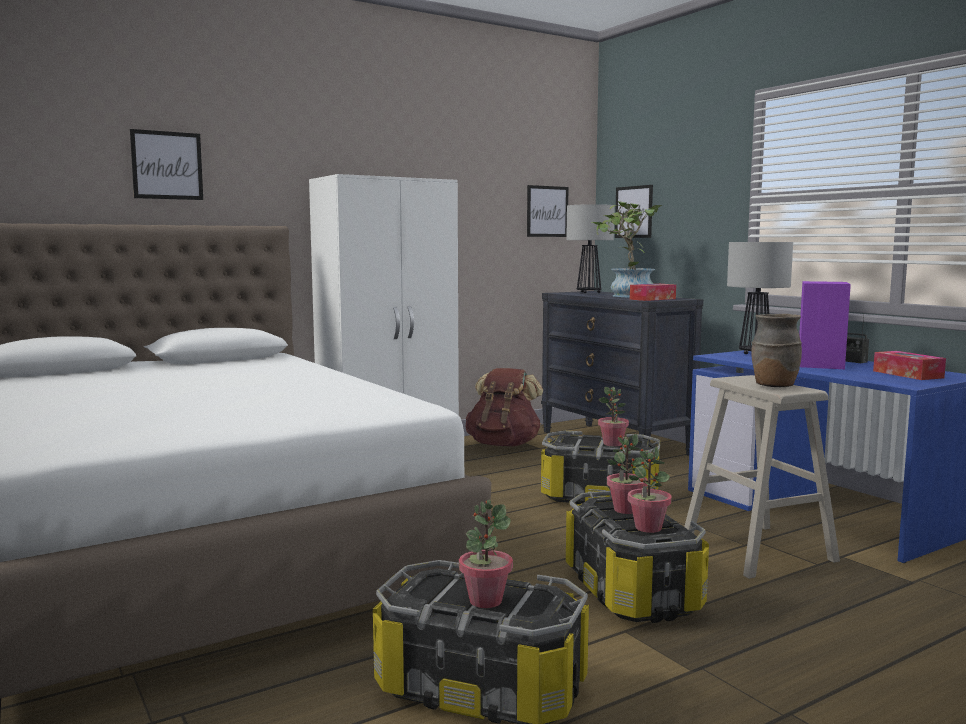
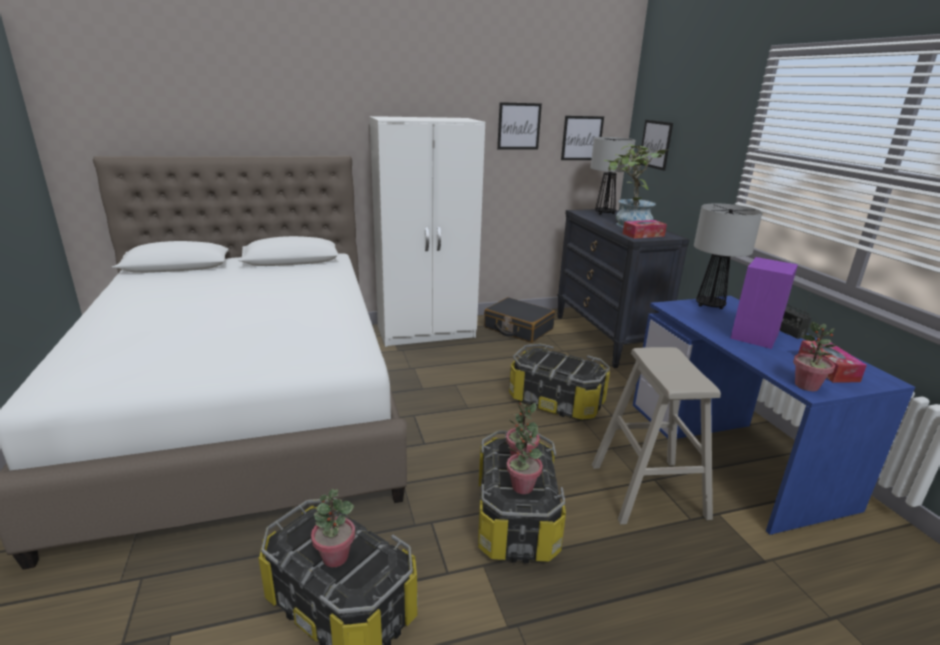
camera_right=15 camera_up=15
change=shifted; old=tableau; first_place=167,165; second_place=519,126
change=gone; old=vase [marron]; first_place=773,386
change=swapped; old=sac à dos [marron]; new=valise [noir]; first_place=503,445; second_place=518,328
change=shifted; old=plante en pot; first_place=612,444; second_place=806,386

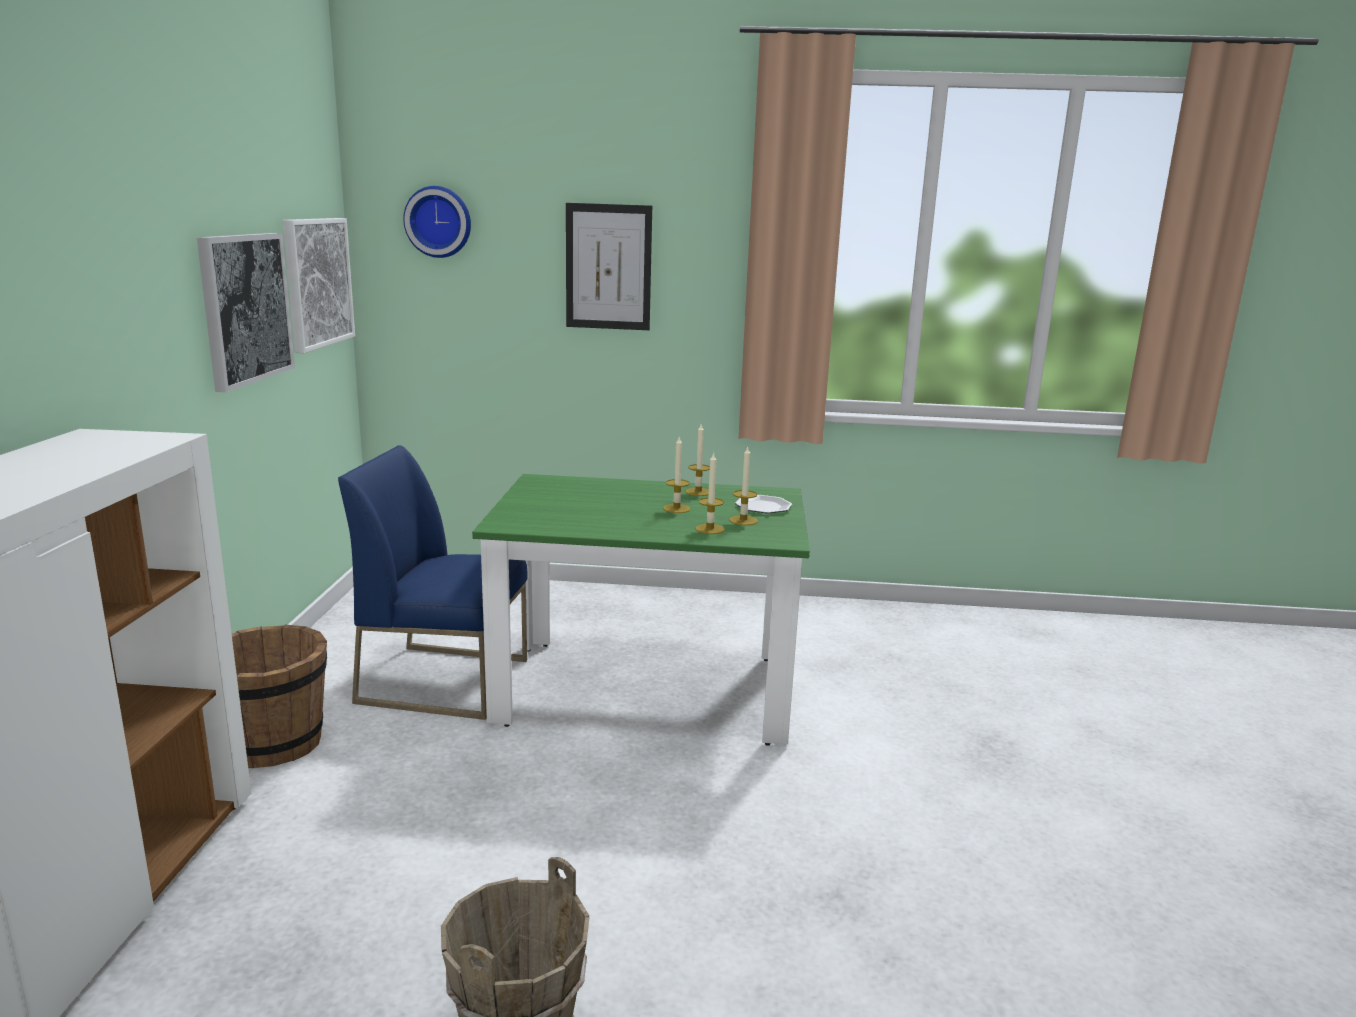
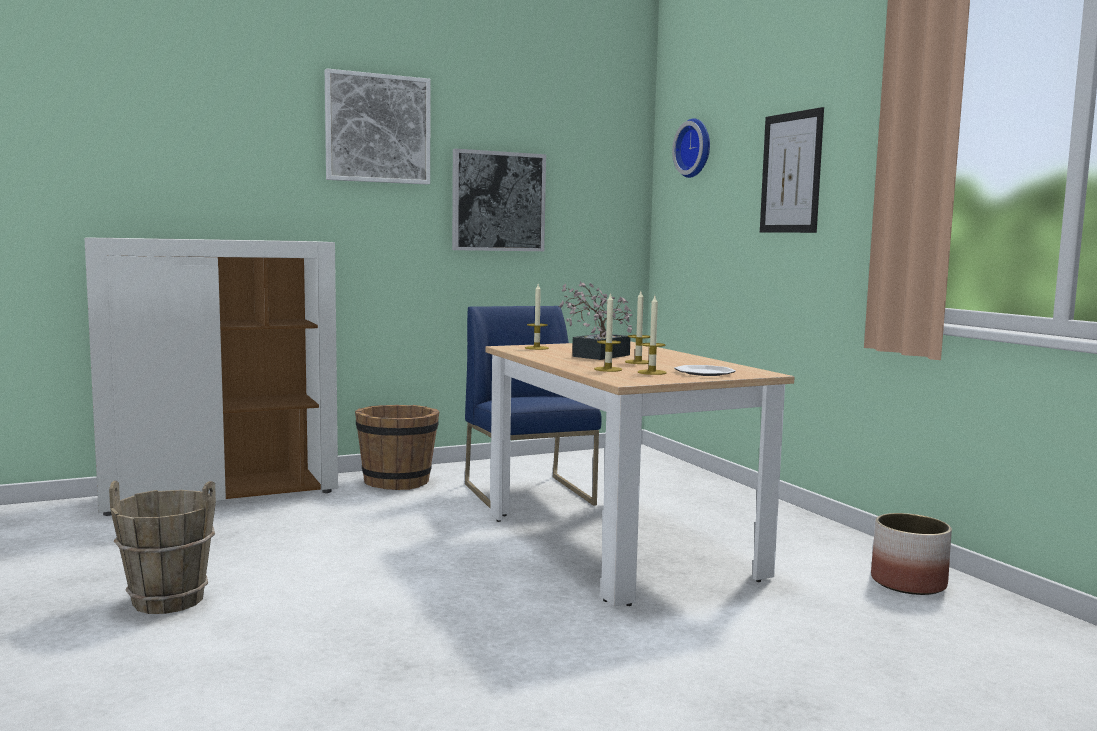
camera_right=60 camera_up=-10
change=shifted; old=tableau; first_place=317,282; second_place=377,128
change=shifted; old=bougie; first_place=698,492; second_place=536,348
change=repainted; old=table à manger [vert]; new=table à manger [beige]; first_place=646,690; second_place=619,545
change=new; new=plante en pot; second_place=596,356
change=new; new=cache-pot; second_place=909,583

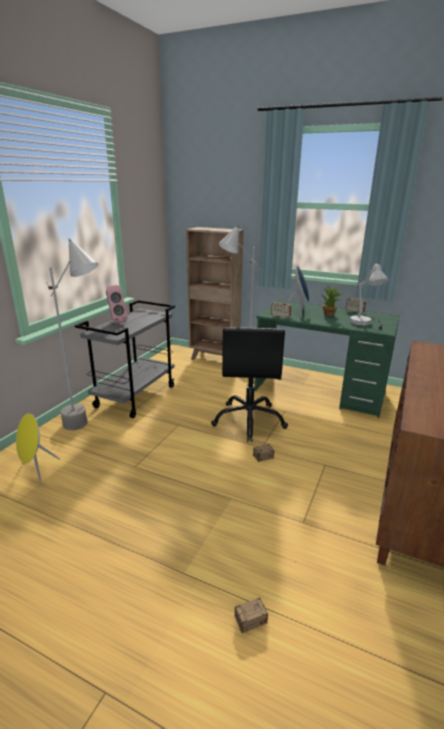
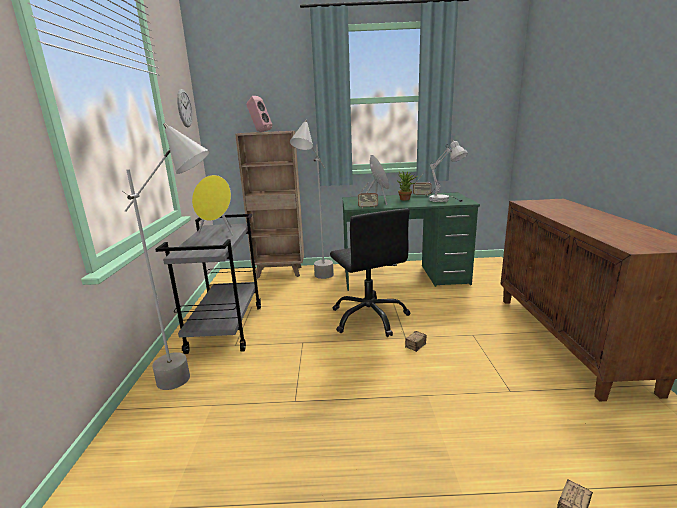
camera_right=-25 camera_up=-5
change=shifted; old=enceinte [rose]; first_place=116,321; second_place=260,132
change=shifted; old=enceinte [jaune]; first_place=36,469; second_place=218,233
change=new; new=horloge murale; second_place=184,108

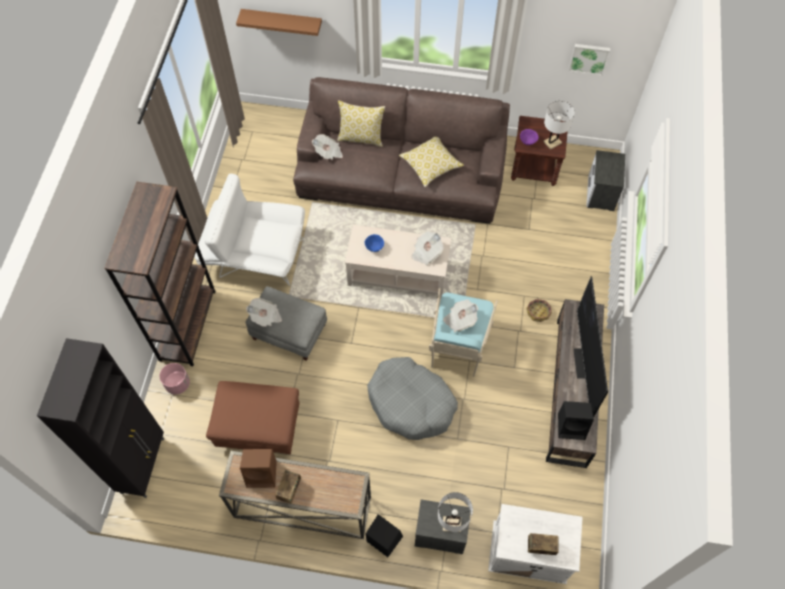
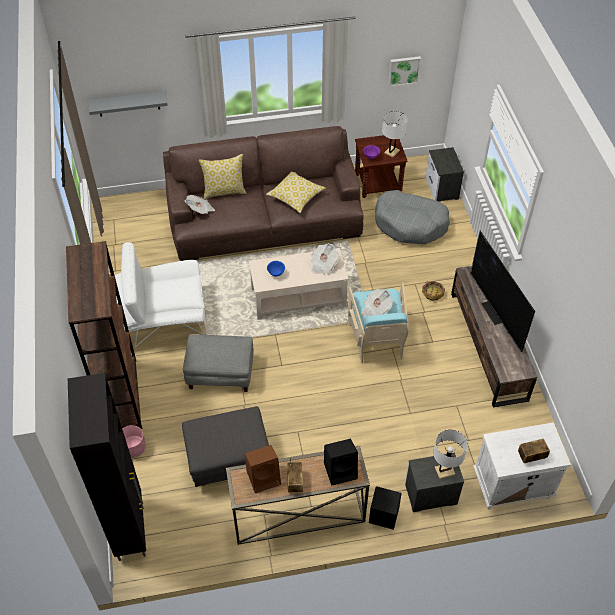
camera_right=-20 camera_up=-10
change=repainted; old=étagère [marron]; new=étagère [gris]; first_place=282,22; second_place=128,104
change=gone; old=journal; first_place=265,316
change=shifted; old=panier pour chien [gris]; first_place=411,403; second_place=410,224
change=repainted; old=pouf [marron]; new=pouf [gris]; first_place=260,428; second_place=229,461
change=shifted; old=enceinte [noir]; first_place=572,426; second_place=341,470

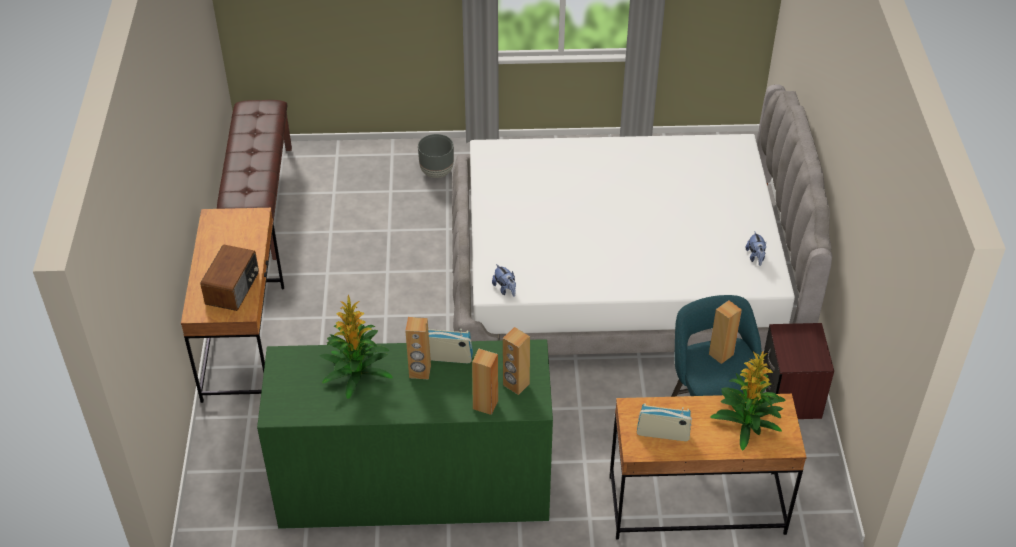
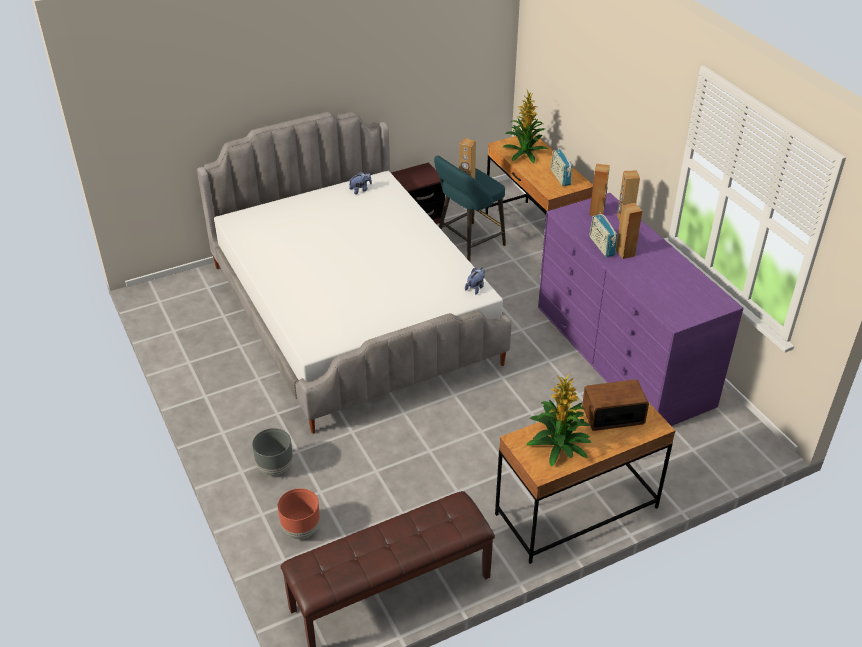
camera_right=-115 camera_up=-5
change=shifted; old=plante en pot; first_place=355,372; second_place=558,445
change=repainted; old=commode [vert]; new=commode [violet]; first_place=414,484; second_place=622,355
change=new; new=cache-pot [marron]; second_place=301,530

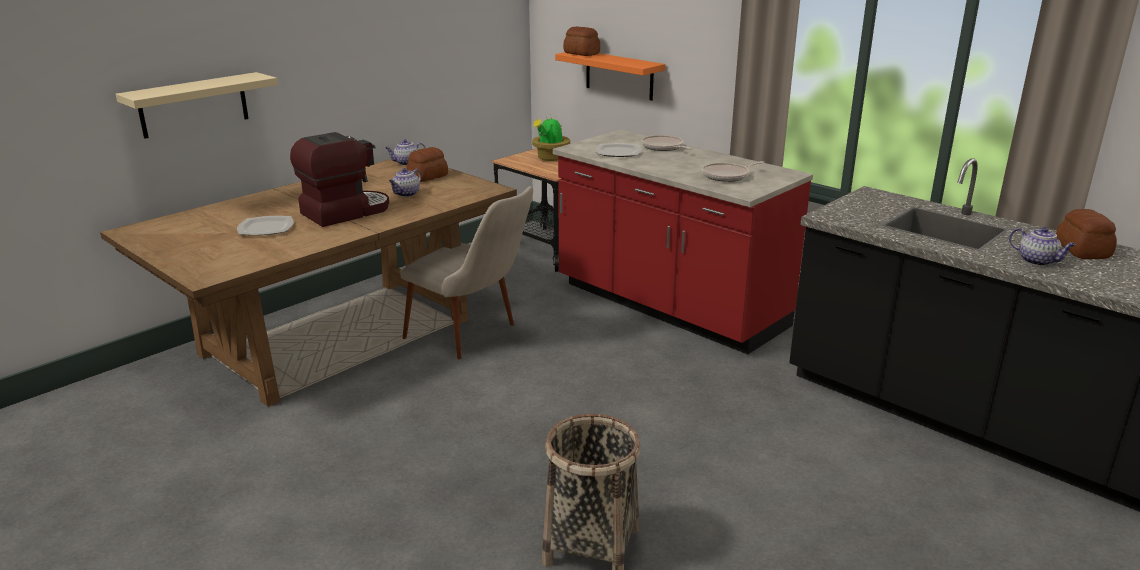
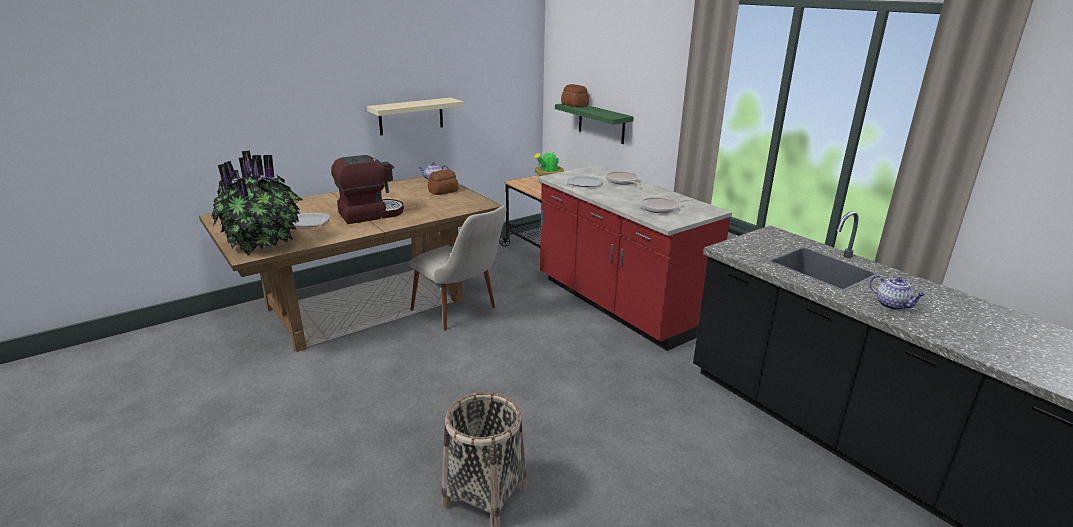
camera_right=10 camera_up=0
change=repainted; old=étagère [orange]; new=étagère [vert]; first_place=619,75; second_place=601,123
change=shifted; old=étagère [beige]; first_place=193,105; second_place=411,116
change=gone; old=théière; first_place=406,194
change=gone; old=pain; first_place=1081,251
change=new; new=plante en pot; second_place=264,244

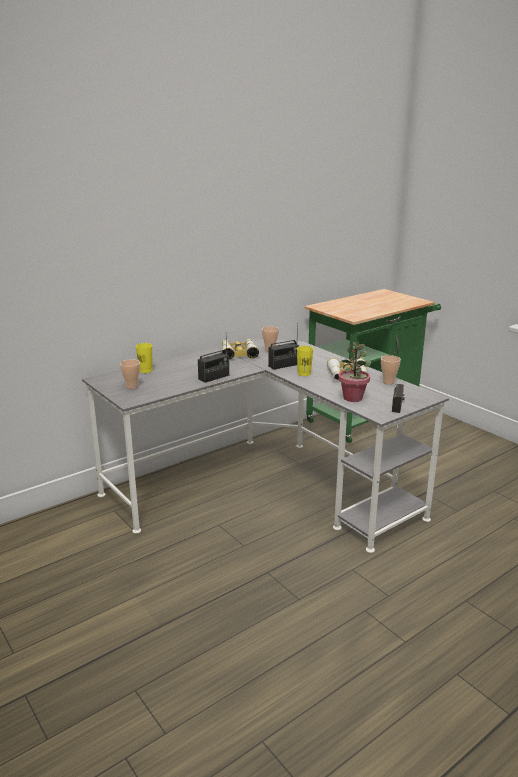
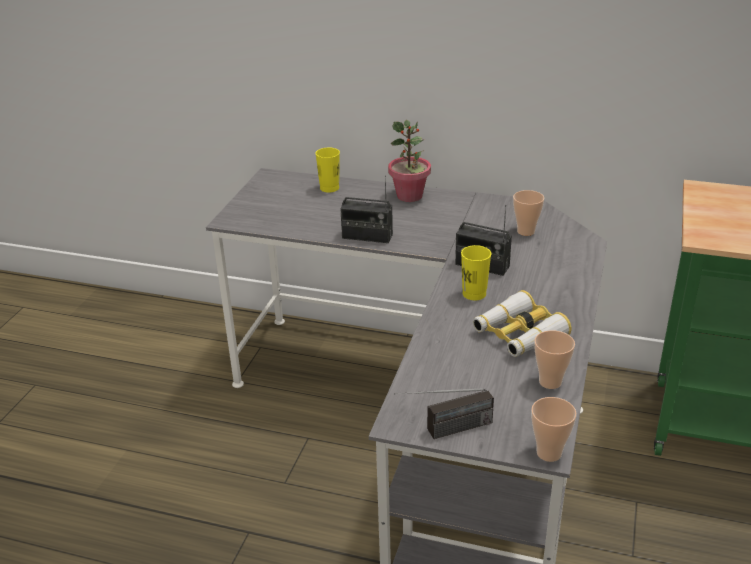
camera_right=55 camera_up=10
change=gone; old=jumelles; first_place=239,353
change=shifted; old=plante en pot; first_place=353,398; second_place=409,196
change=shifted; old=tasse; first_place=131,386; second_place=549,453

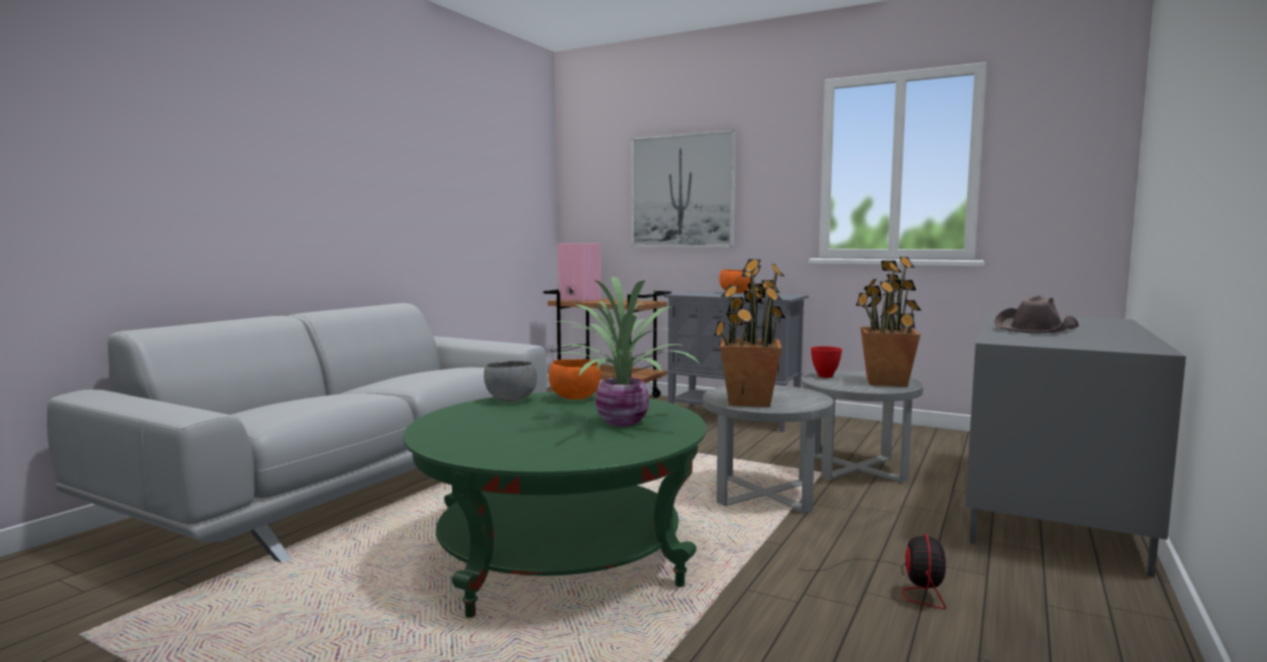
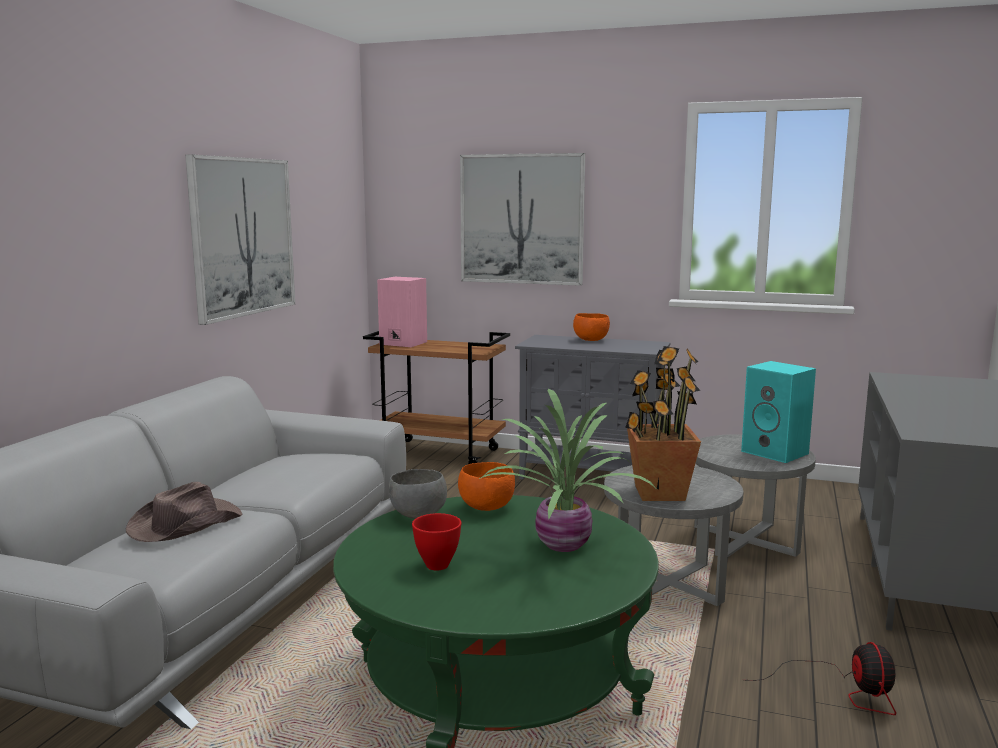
camera_right=-10 camera_up=5
change=swapped; old=plante en pot; new=enceinte [turquoise]; first_place=885,382; second_place=777,452
change=shifted; old=chapeau [marron]; first_place=1035,329; second_place=184,524
change=shifted; old=bol [rouge]; first_place=826,376; second_place=438,565
change=new; new=tableau; second_place=242,237

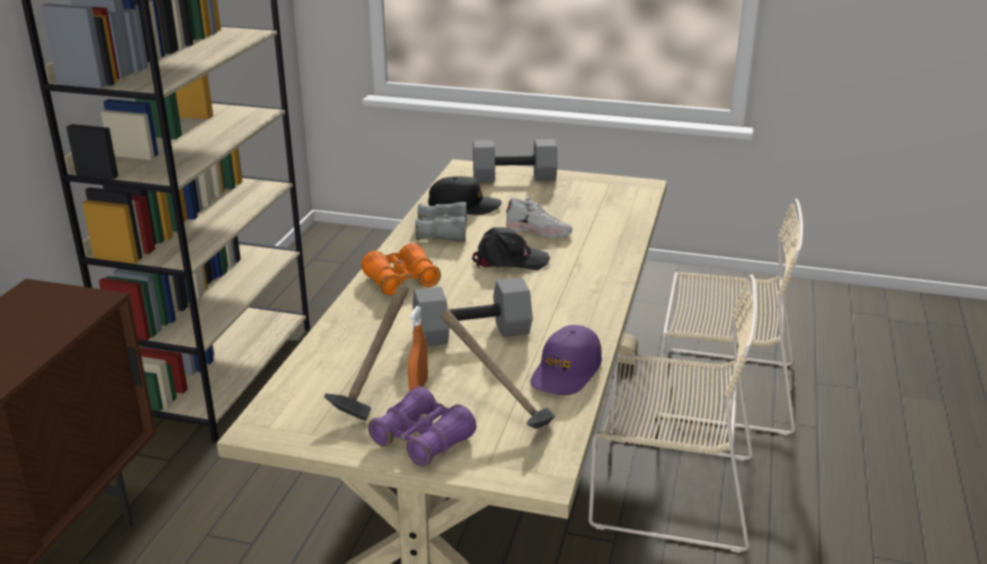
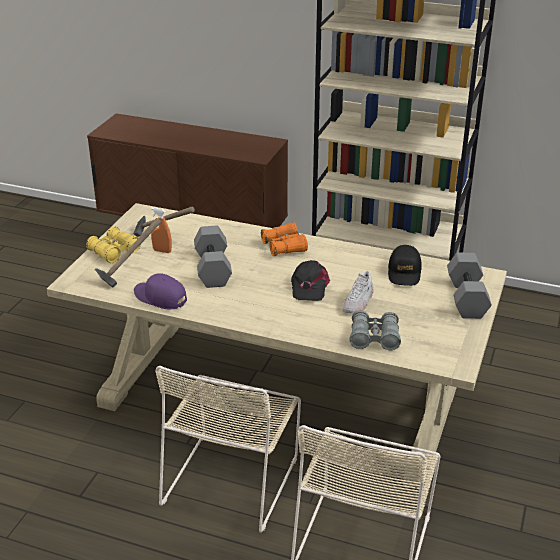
camera_right=95 camera_up=5
change=shifted; old=jumelles [gris]; first_place=442,232; second_place=374,338
change=repainted; old=jumelles [violet]; new=jumelles [jaune]; first_place=422,440; second_place=114,251

